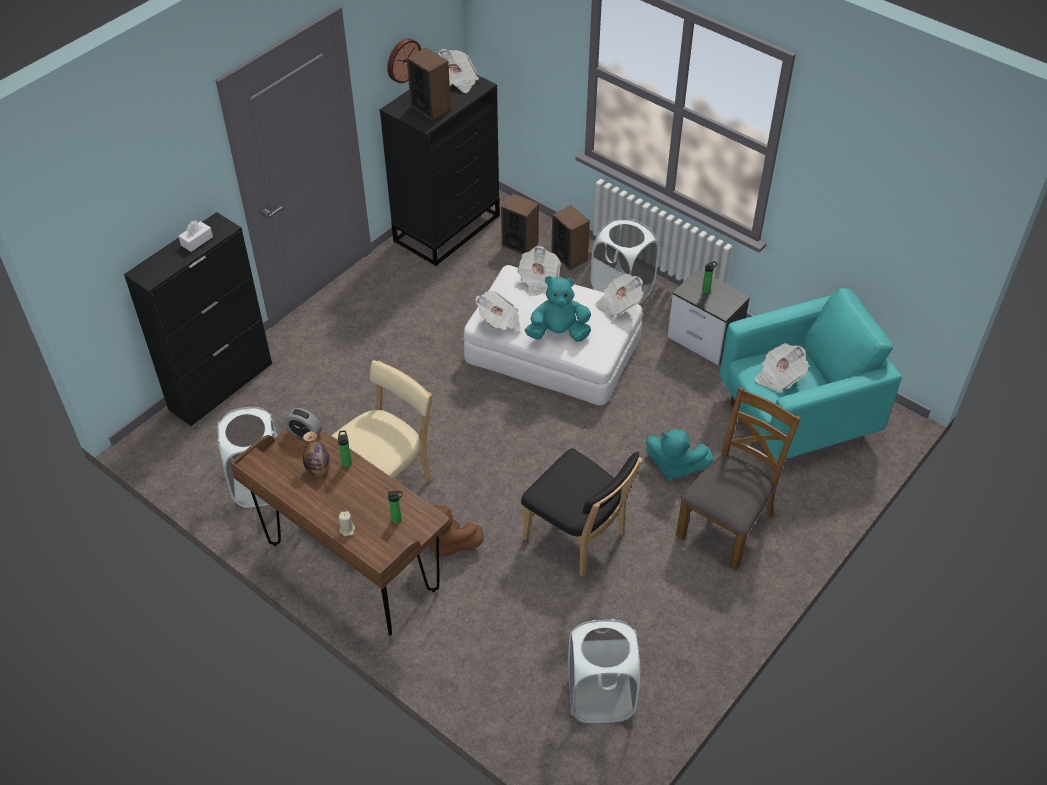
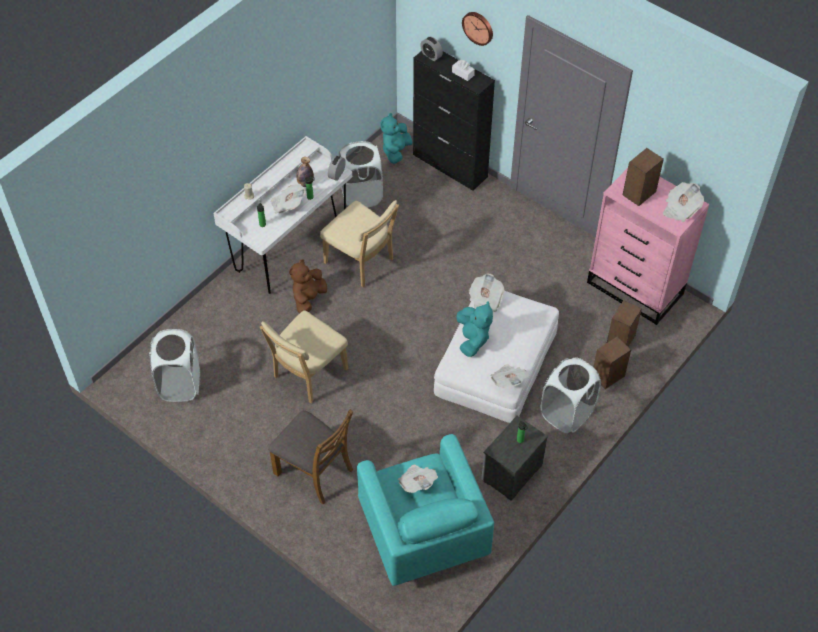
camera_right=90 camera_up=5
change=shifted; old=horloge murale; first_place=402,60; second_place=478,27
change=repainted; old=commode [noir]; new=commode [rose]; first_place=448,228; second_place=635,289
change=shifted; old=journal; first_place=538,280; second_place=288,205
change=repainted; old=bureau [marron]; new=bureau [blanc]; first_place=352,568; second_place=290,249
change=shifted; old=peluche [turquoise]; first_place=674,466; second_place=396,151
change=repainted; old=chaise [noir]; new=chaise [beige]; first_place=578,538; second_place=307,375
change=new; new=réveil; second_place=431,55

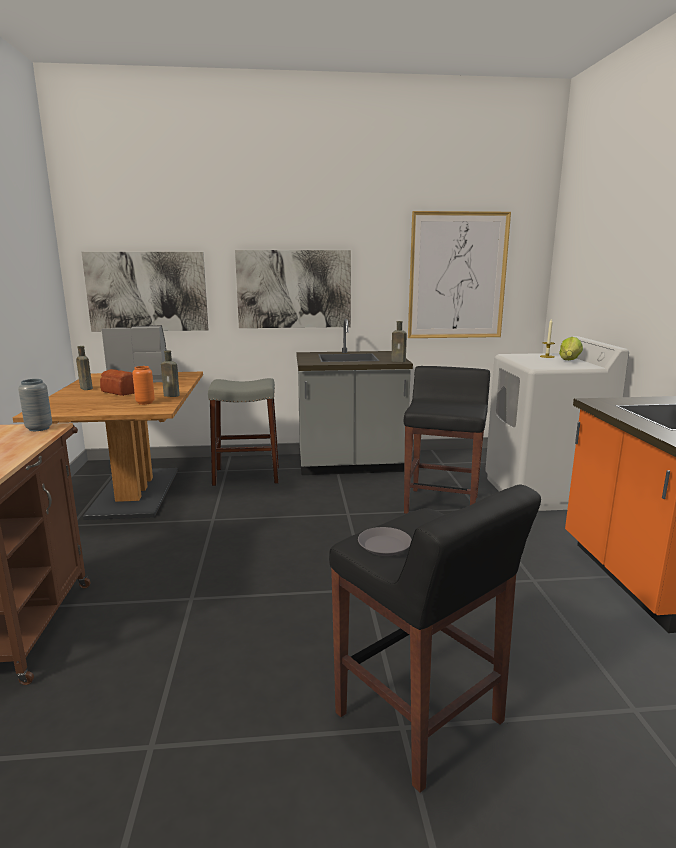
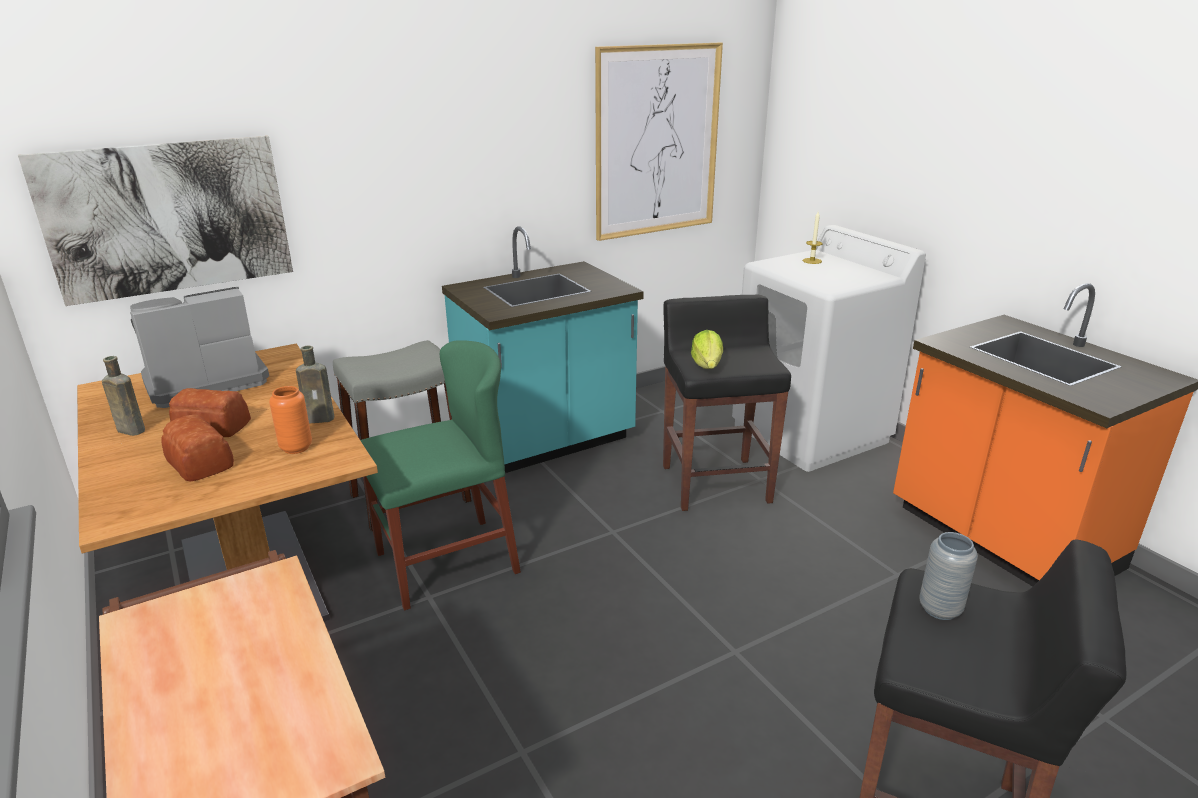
camera_right=-25 camera_up=10
change=gone; old=tableau; first_place=294,289
change=repainted; old=comptoir de cuisine [gris]; new=comptoir de cuisine [turquoise]; first_place=350,465; second_place=547,442
change=gone; old=bouteille [marron]; first_place=399,361
change=shifted; old=laitue; first_place=569,360; second_place=707,366
change=shifted; old=vase [gris]; first_place=39,428; second_place=940,609
change=gone; old=assiette [gris]; first_place=384,546
change=new; new=chaise [vert]; second_place=446,562
change=new; new=pain; second_place=201,461

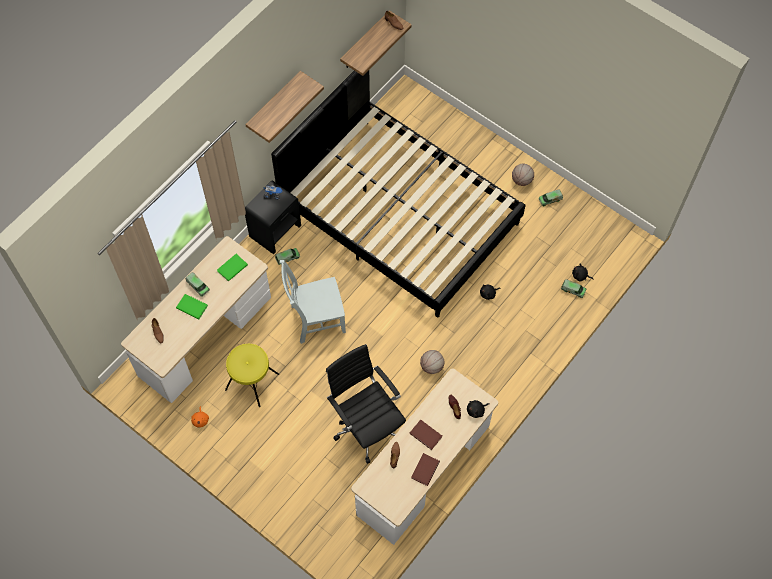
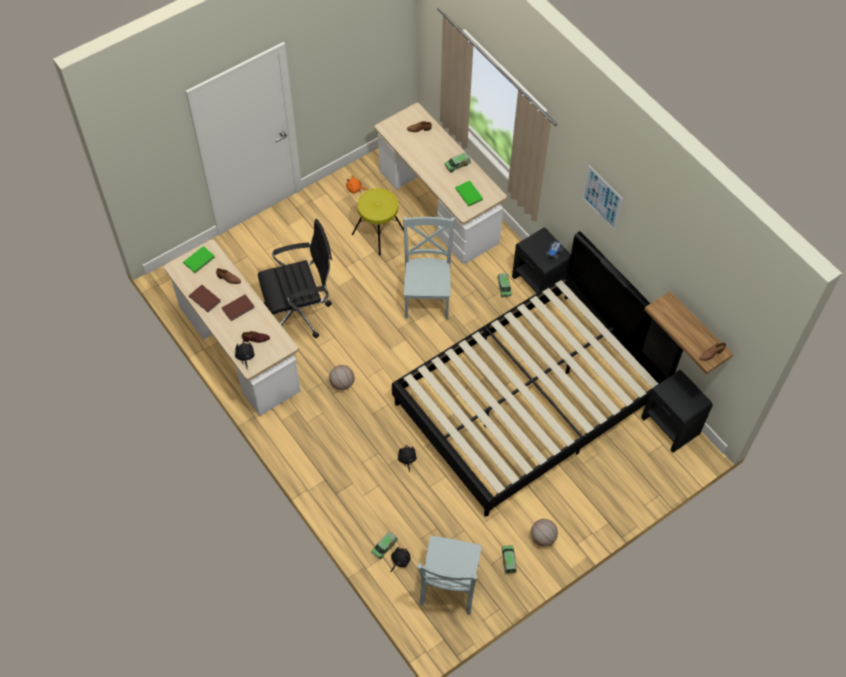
camera_right=105 camera_up=-5
change=swapped; old=étagère; new=tableau; first_place=274,104; second_place=602,198
change=shifted; old=livre [vert]; first_place=192,306; second_place=200,260
change=new; new=table de chevet [noir]; second_place=670,426
change=new; new=chaise [gris]; second_place=448,587

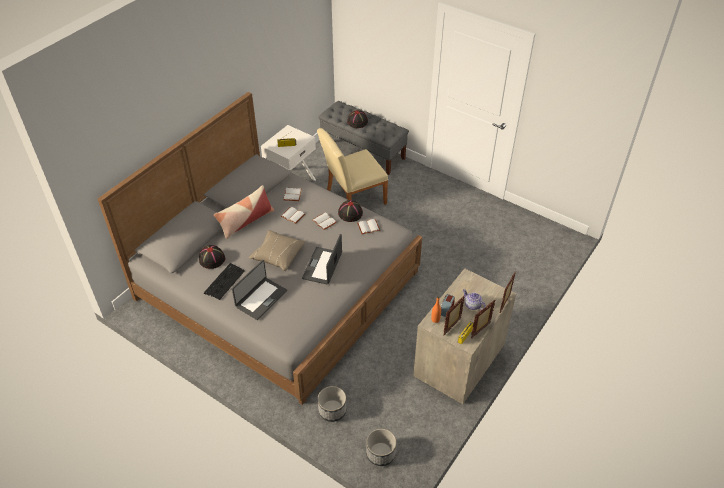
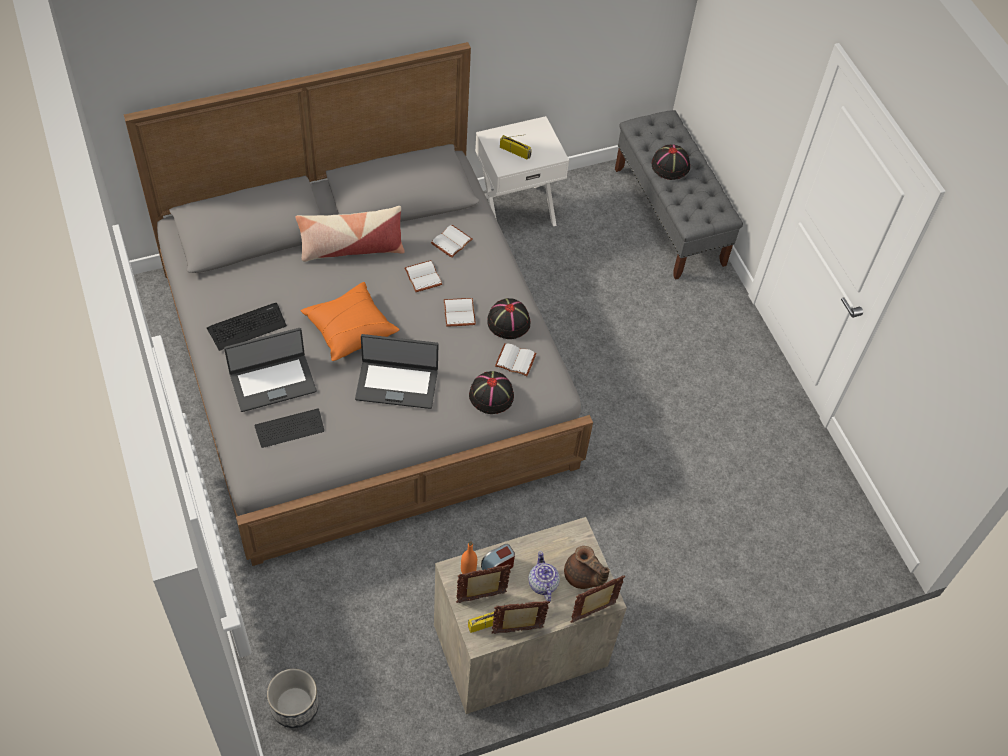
camera_right=30 camera_up=10
change=gone; old=chaise [beige]; first_place=352,199
change=repainted; old=coussin [beige]; new=coussin [orange]; first_place=278,255; second_place=350,328
change=rotated; old=ordinateur portable; first_place=323,266; second_place=397,384; degrees=-135
change=shifted; old=chapeau [noir]; first_place=212,259; second_place=491,394
change=gone; old=cache-pot; first_place=332,410
change=new; new=clavier; second_place=290,429
change=new; new=théière [marron]; second_place=583,576

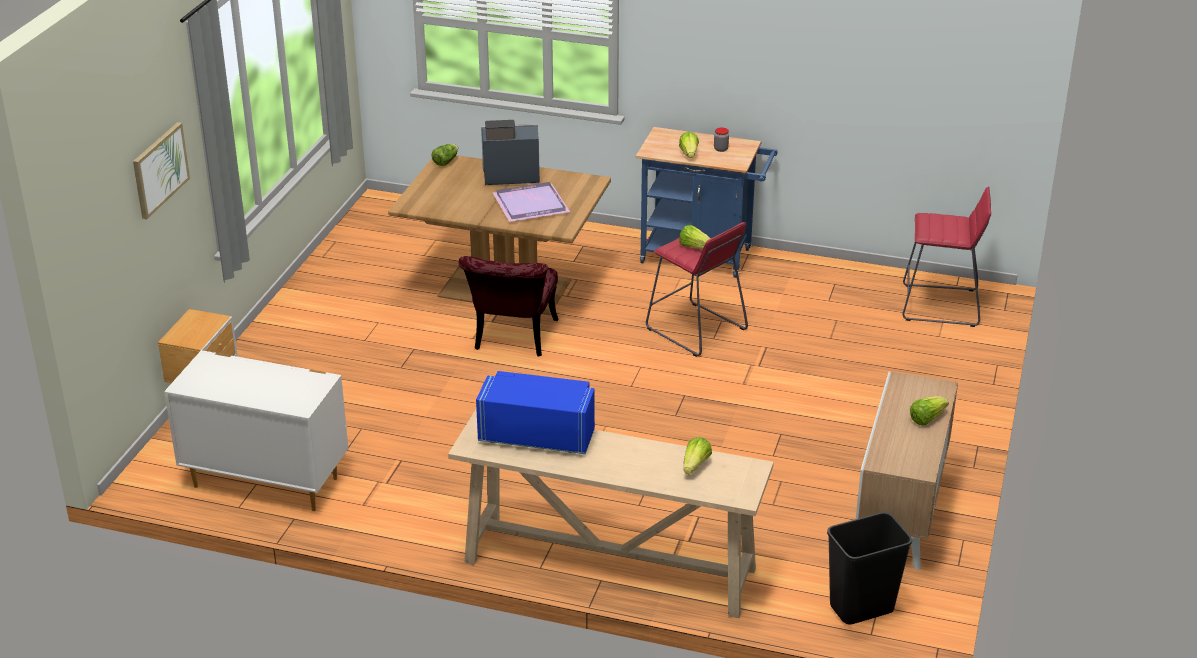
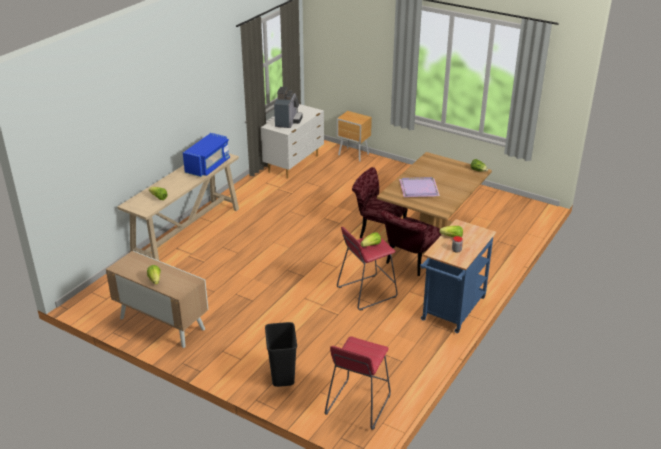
camera_right=105 camera_up=0
change=shifted; old=machine à café; first_place=508,176; second_place=288,121
change=gone; old=tableau; first_place=160,169
change=shifted; old=poubelle [noir]; first_place=861,609; second_place=282,376
change=new; new=chaise [rouge]; second_place=409,263

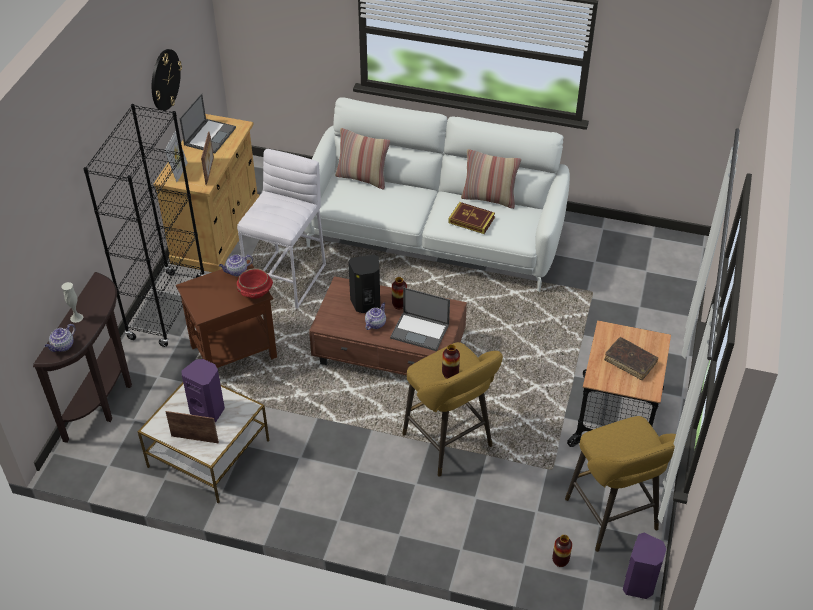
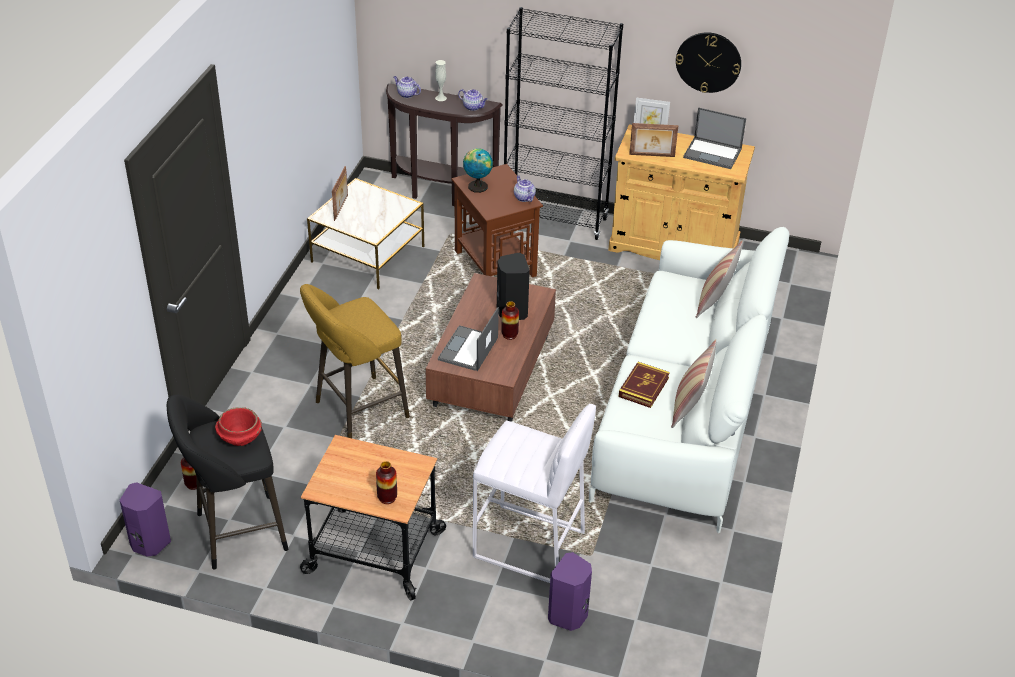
camera_right=90 camera_up=-5
change=shifted; old=tabouret [blanc]; first_place=288,279; second_place=529,546
change=shifted; old=bol [rouge]; first_place=255,293; second_place=239,438
change=shifted; old=théière; first_place=375,323; second_place=473,107
change=gone; old=livre [marron]; first_place=630,362
change=shifted; old=vase; first_place=450,374; second_place=387,498
change=shifted; old=enceinte [violet]; first_place=208,410; second_place=569,616
change=repainted; old=tabouret [jaune]; new=tabouret [noir]; first_place=614,518; second_place=235,533
change=new; new=globe; second_place=477,186

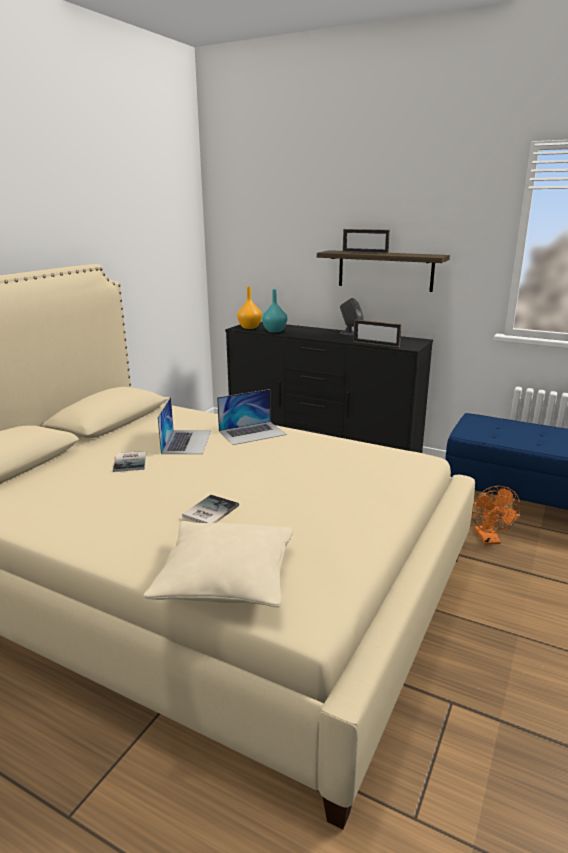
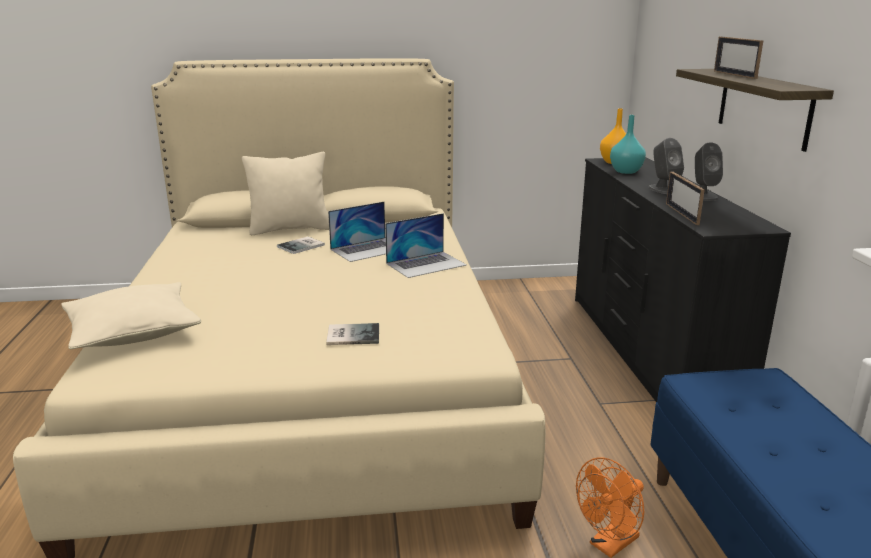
camera_right=55 camera_up=0
change=rotated; old=ordinateur portable; first_place=252,433; second_place=426,264; degrees=-60
change=shifted; old=livre; first_place=208,511; second_place=352,334
change=new; new=enceinte [gris]; second_place=663,189
change=new; new=coussin [beige]; second_place=290,229

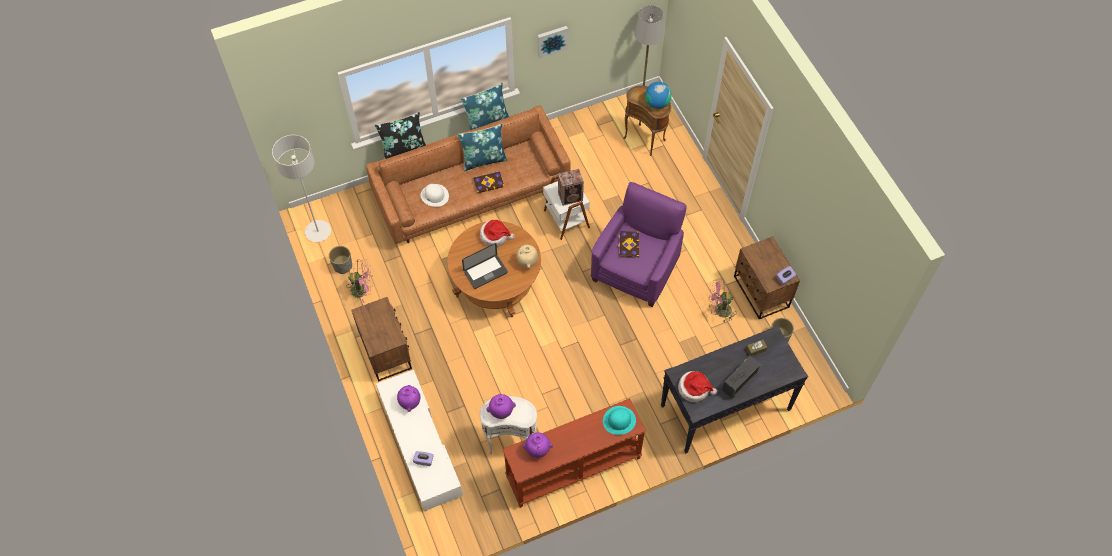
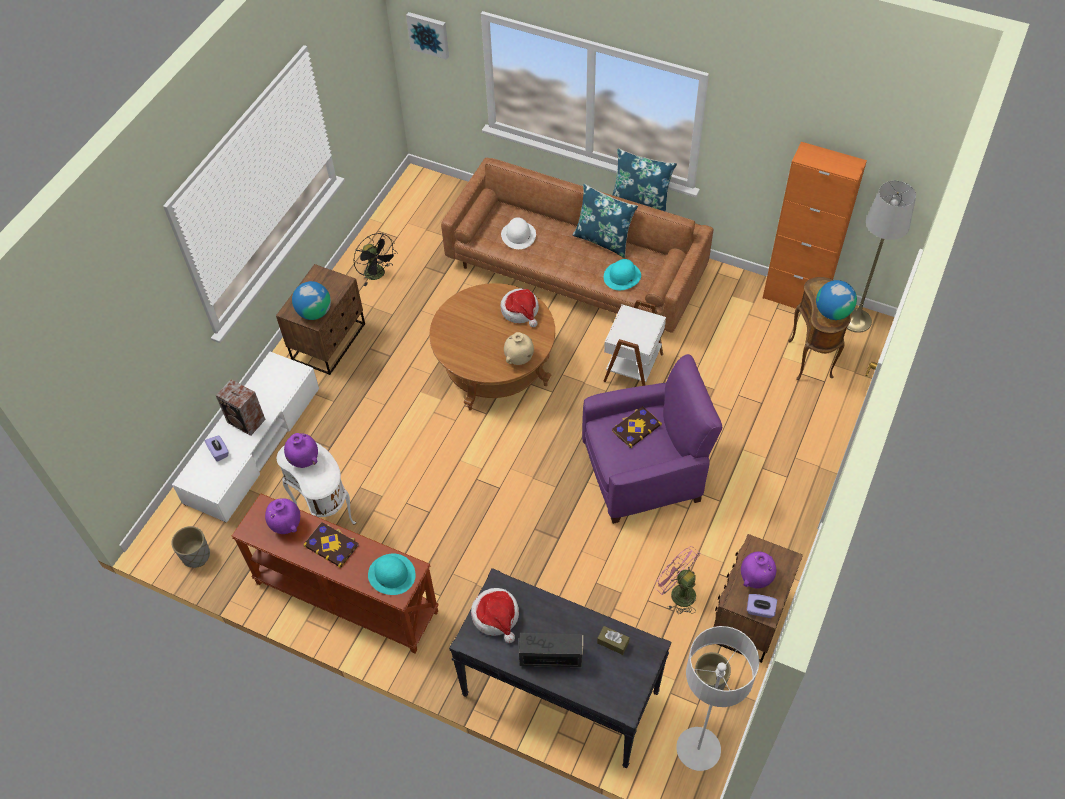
camera_right=50 camera_up=-5
change=shifted; old=tableau; first_place=552,40; second_place=428,34
change=gone; old=coussin [noir]; first_place=404,149
change=shifted; old=lampadaire [gris]; first_place=318,232; second_place=698,749
change=shifted; old=enceinte; first_place=571,196; second_place=247,422
change=shifted; old=livre; first_place=488,182; second_place=332,545
change=gone; old=ordinateur portable; first_place=485,272
change=shifted; old=cache-pot [gris]; first_place=342,266; second_place=196,555
change=repainted; old=ventilateur [rose]; new=ventilateur [noir]; first_place=362,289; second_place=378,275
change=shifted; old=vase [violet]; first_place=410,402; second_place=756,578
change=new; new=meuble de rangement [orange]; second_place=795,298
change=new; new=chapeau [turquoise]; second_place=622,276
change=new; new=globe; second_place=314,312

